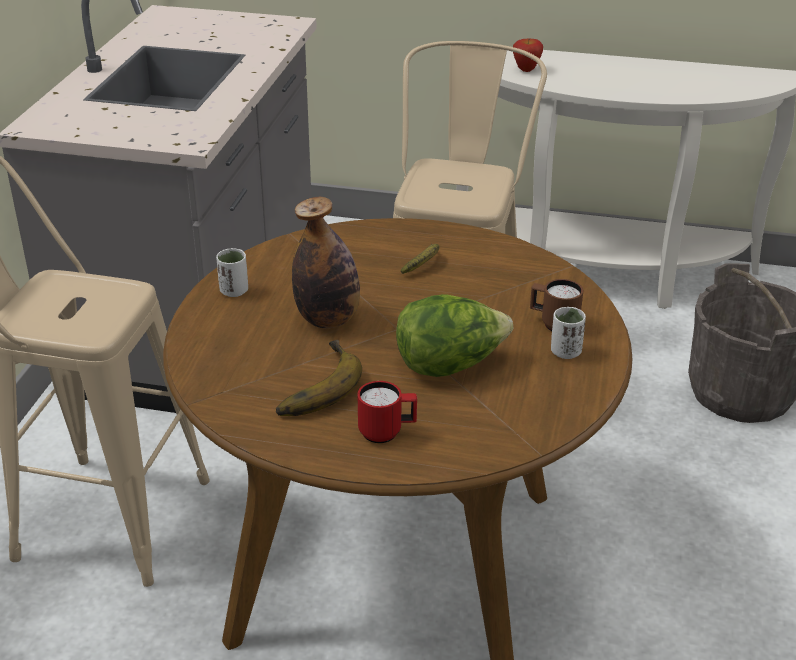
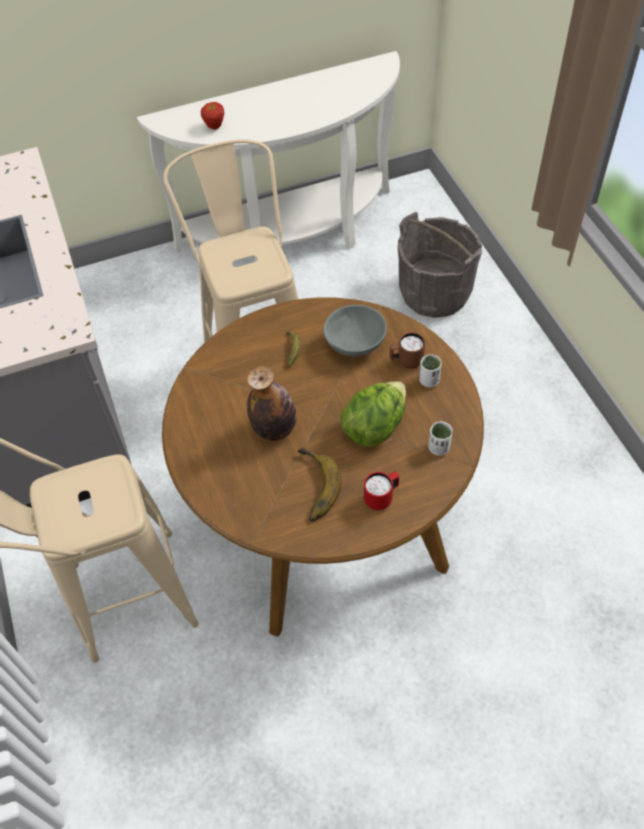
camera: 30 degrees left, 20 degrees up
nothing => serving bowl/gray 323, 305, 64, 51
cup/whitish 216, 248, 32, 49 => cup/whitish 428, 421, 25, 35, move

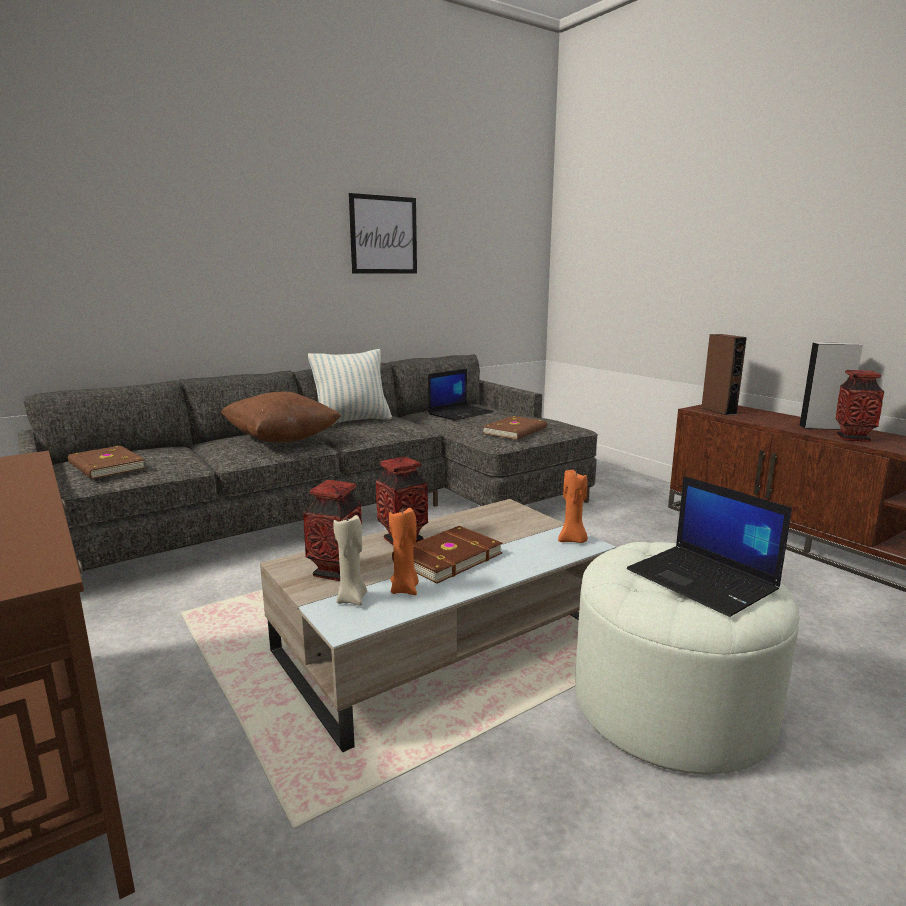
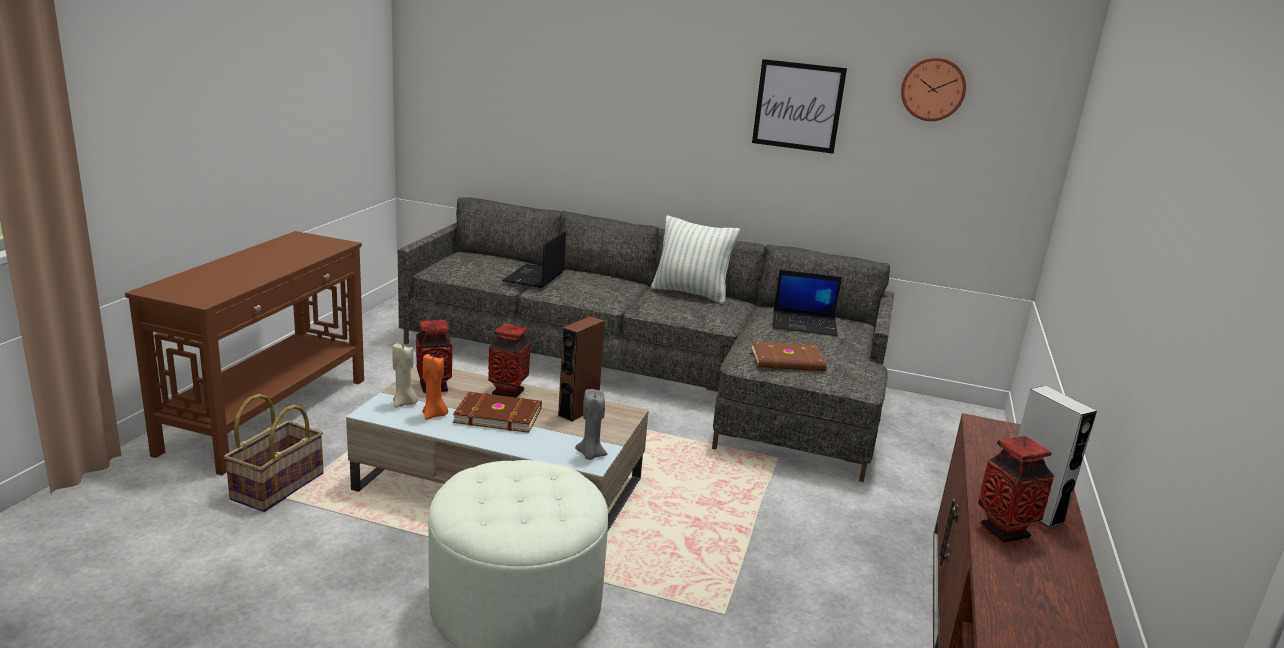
camera: 50 degrees right, 5 degrees up
nothing => storage basket 224, 394, 100, 118
laptop 627, 476, 165, 141 => laptop 502, 231, 64, 57, move
speaker/brownish 701, 334, 46, 81 => speaker/brownish 558, 316, 47, 106, move
wax candle/orange-coloured 558, 468, 30, 75 => wax candle/gray 575, 389, 33, 71
nothing => hanging clock 901, 57, 65, 64
bound book/brownish 68, 445, 78, 34 => nothing
pillow/brownish 221, 391, 120, 52 => nothing

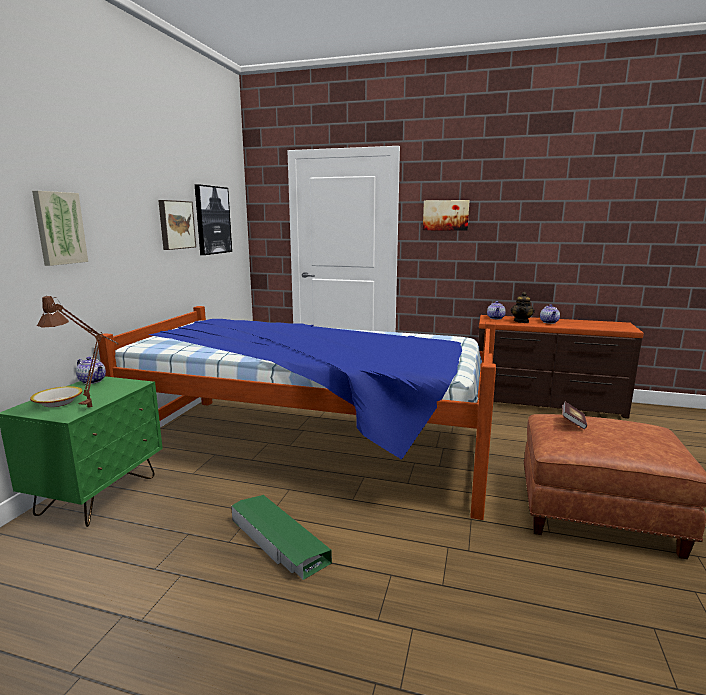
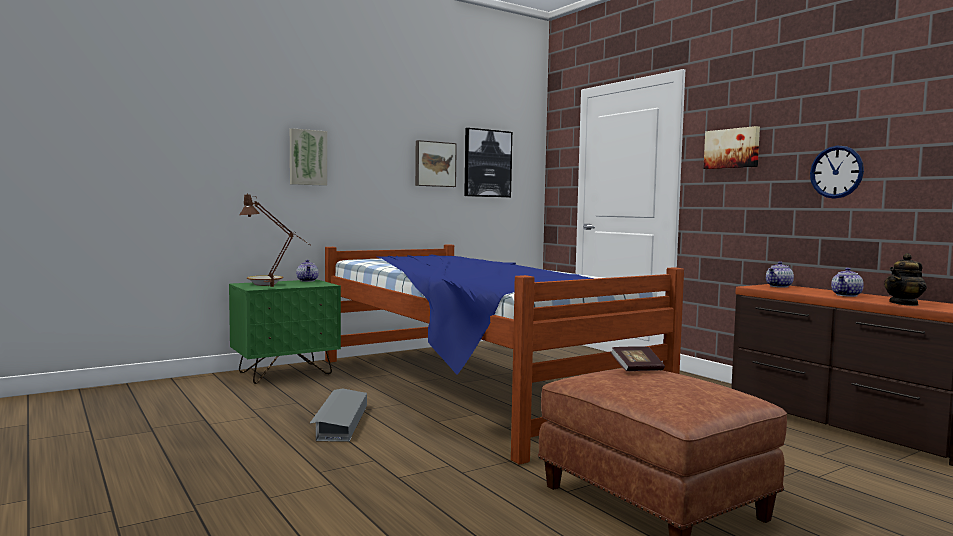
camera: 40 degrees right, 10 degrees down
storage box/greenish 231, 495, 101, 85 => storage box/gray 309, 389, 58, 53
nothing => hanging clock 810, 145, 54, 54
teapot 511, 292, 24, 31 => teapot 884, 253, 43, 53, move

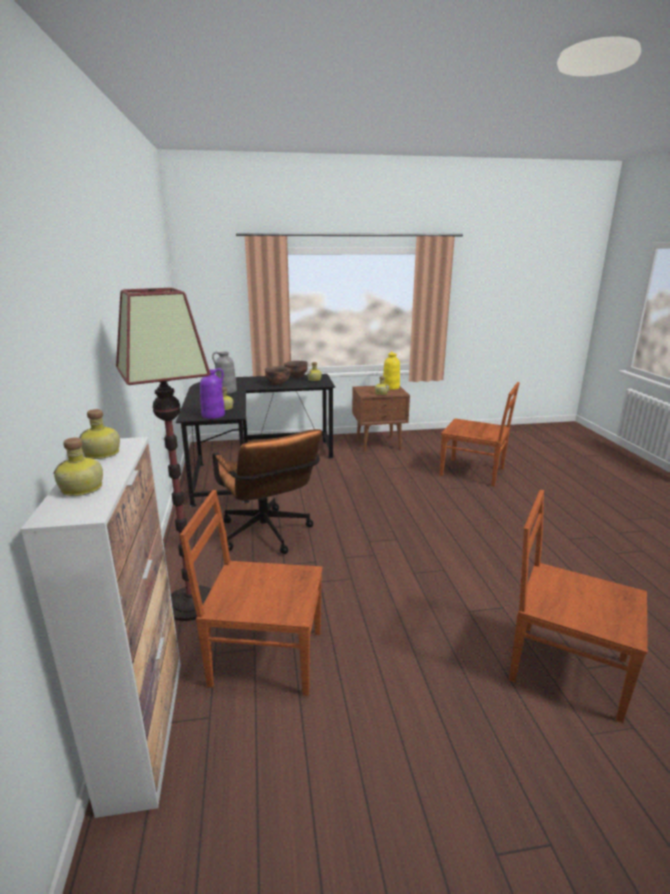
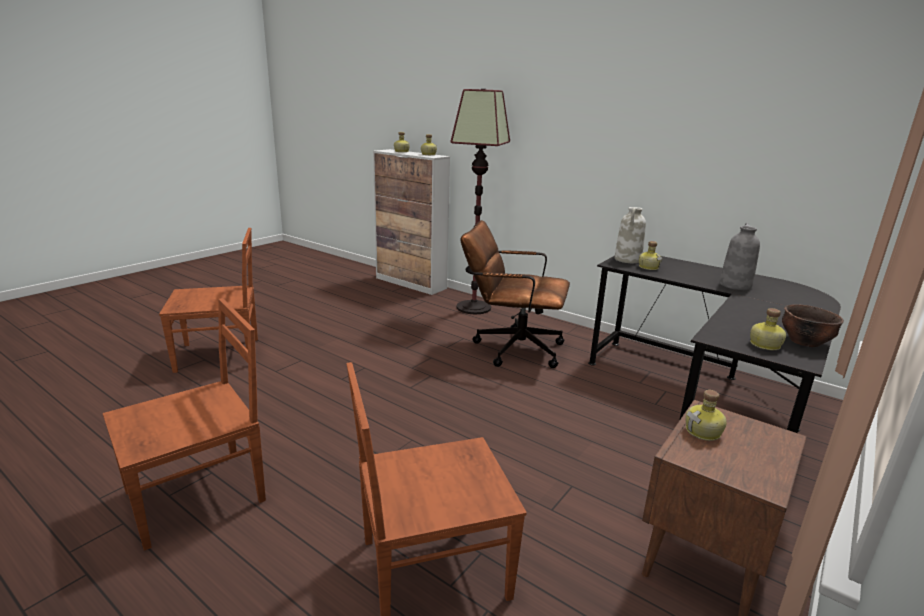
camera: 135 degrees right, 0 degrees up
plain chair/brownish 180, 490, 143, 206 => plain chair/brownish 103, 298, 163, 253, move
decorative vase/purple-coloured 200, 368, 25, 51 => decorative vase/whitish 615, 207, 31, 56
serving bowl/brownish 264, 366, 26, 19 => nothing
decorative vase/yellowish 383, 351, 17, 39 => nothing

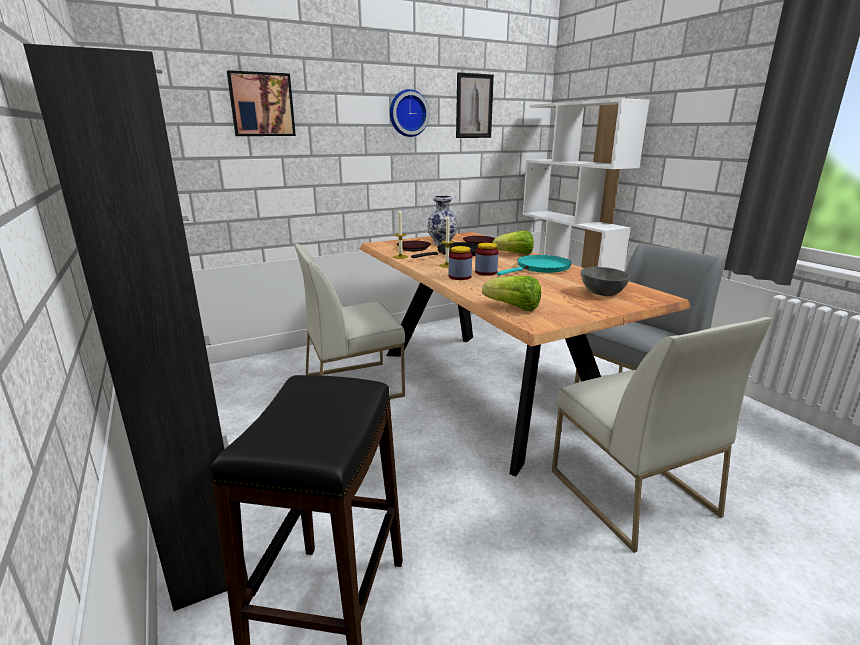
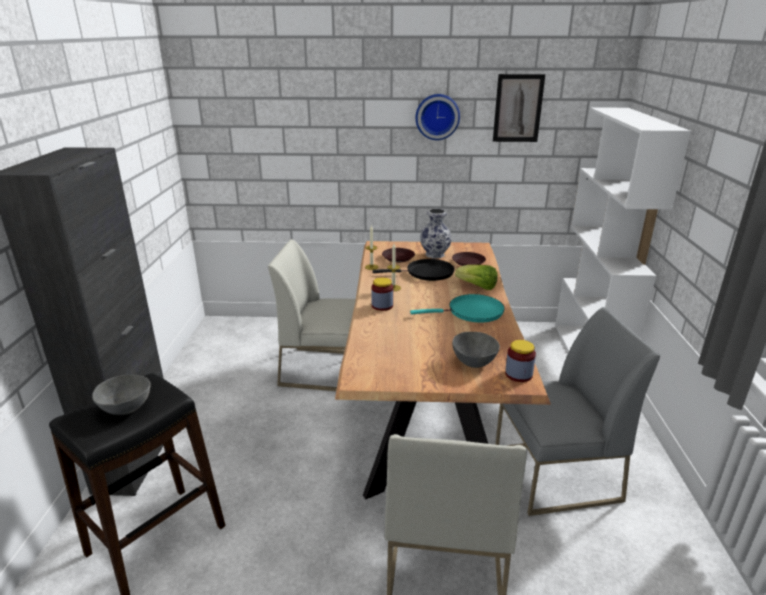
camera: 30 degrees right, 5 degrees up
nothing => serving bowl/gray 92, 375, 59, 40
jar 475, 243, 23, 33 => jar 505, 340, 31, 42, move
wall art 227, 70, 69, 66 => nothing
lettuce head 482, 276, 59, 35 => nothing

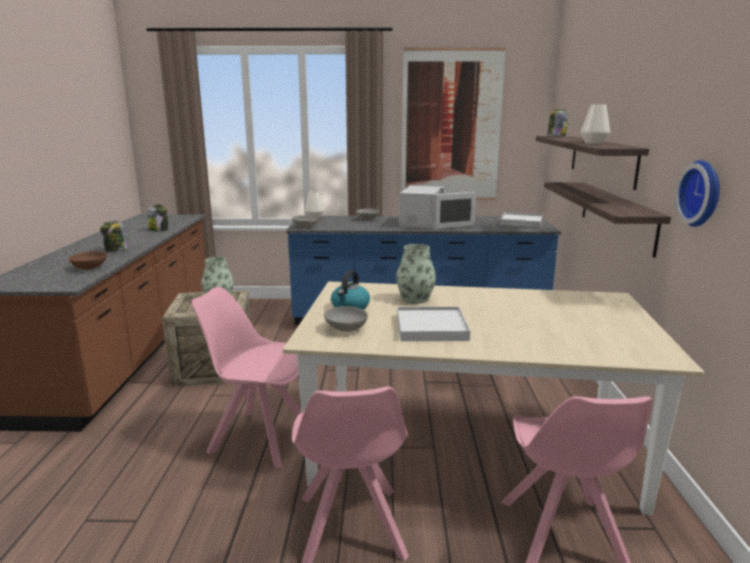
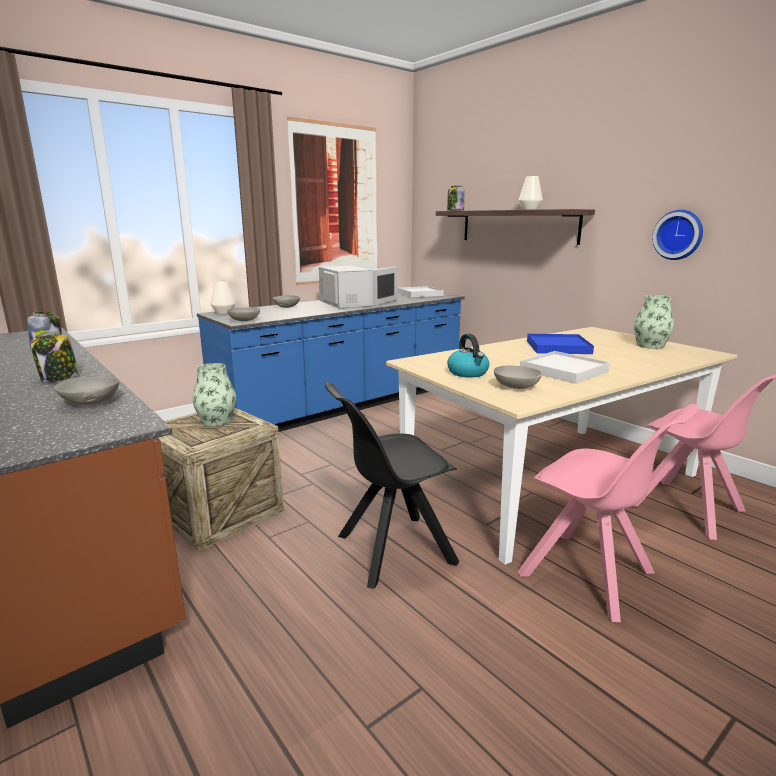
camera: 40 degrees left, 0 degrees up
serving bowl/brownish 68, 251, 39, 19 => serving bowl/gray 54, 375, 65, 30
plain chair/pink-coloured 191, 287, 110, 181 => plain chair/blackish 325, 382, 134, 207
nothing => carrying tray/blue-coloured 527, 334, 67, 20
decorative vase 396, 244, 40, 60 => decorative vase 634, 295, 40, 54, move
wall shelf 544, 182, 127, 76 => nothing

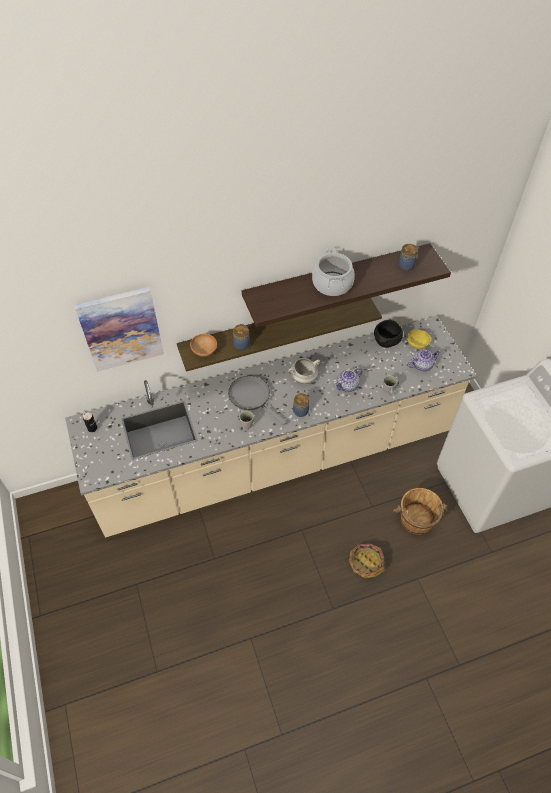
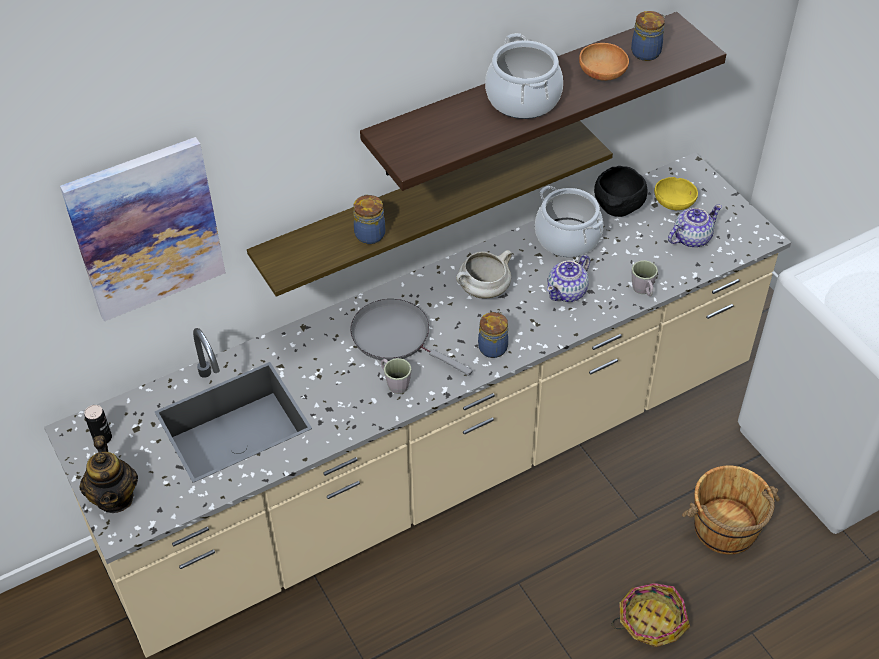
camera: 10 degrees left, 5 degrees down
nothing => teapot 79, 435, 59, 78
nothing => stockpot 535, 186, 68, 71
serving bowl/brownish 190, 334, 27, 23 => serving bowl/brownish 579, 43, 50, 38, move

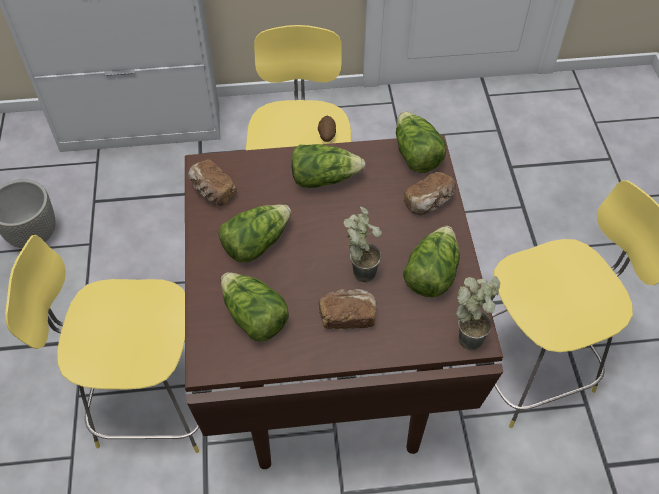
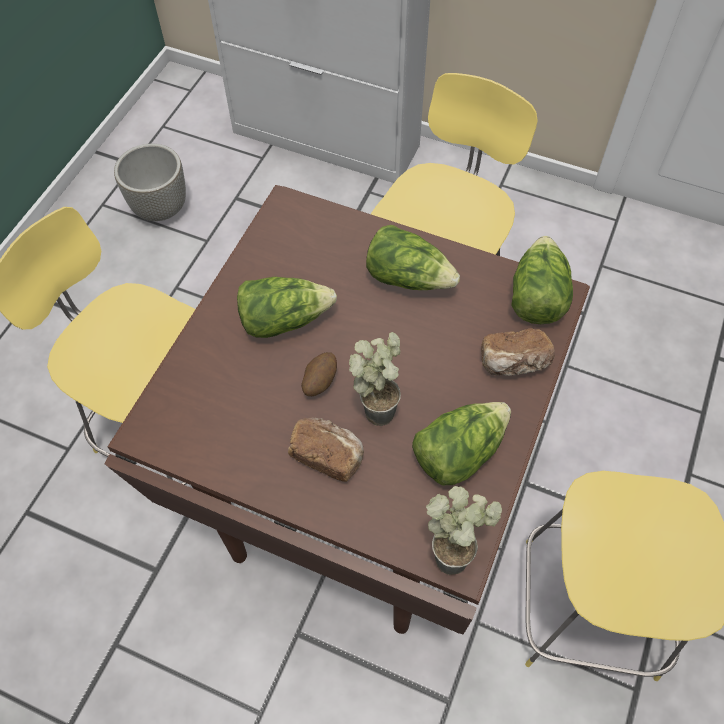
camera: 30 degrees right, 5 degrees up
spud 318, 116, 18, 26 => spud 301, 352, 36, 44, move
bread 188, 159, 49, 47 => nothing
lettuce head 221, 272, 68, 70 => nothing

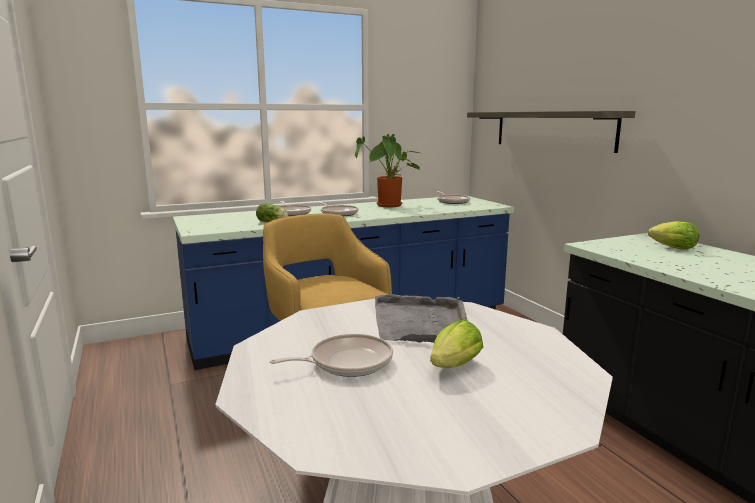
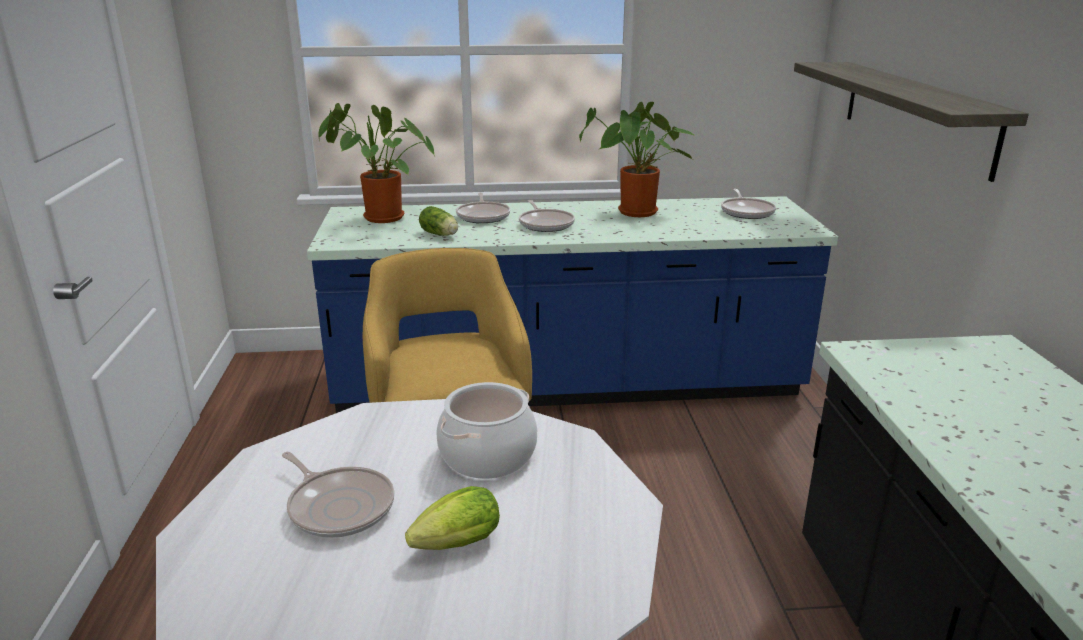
camera: 20 degrees right, 10 degrees up
skillet 270, 334, 123, 43 => skillet 282, 452, 112, 86, 45 degrees clockwise
nothing => houseplant 318, 103, 117, 120
carrying tray/gray 375, 294, 93, 49 => stockpot 436, 382, 101, 97
lettuce head 648, 221, 51, 29 => nothing

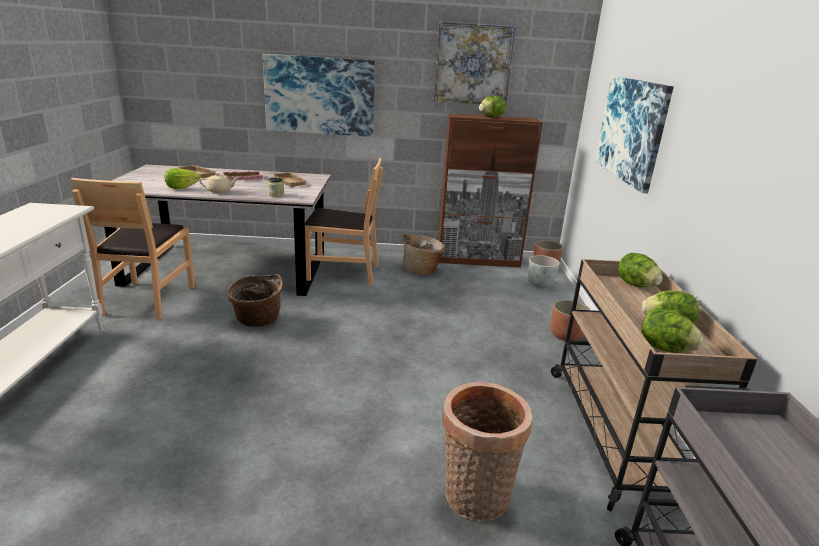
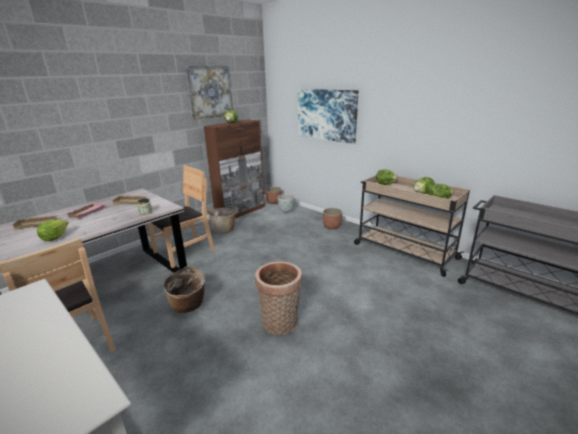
camera: 45 degrees left, 0 degrees up
storage basket 443, 382, 89, 140 => storage basket 255, 261, 47, 74, move
teapot/sand-coloured 199, 173, 40, 20 => nothing
wall art 262, 54, 113, 83 => nothing

